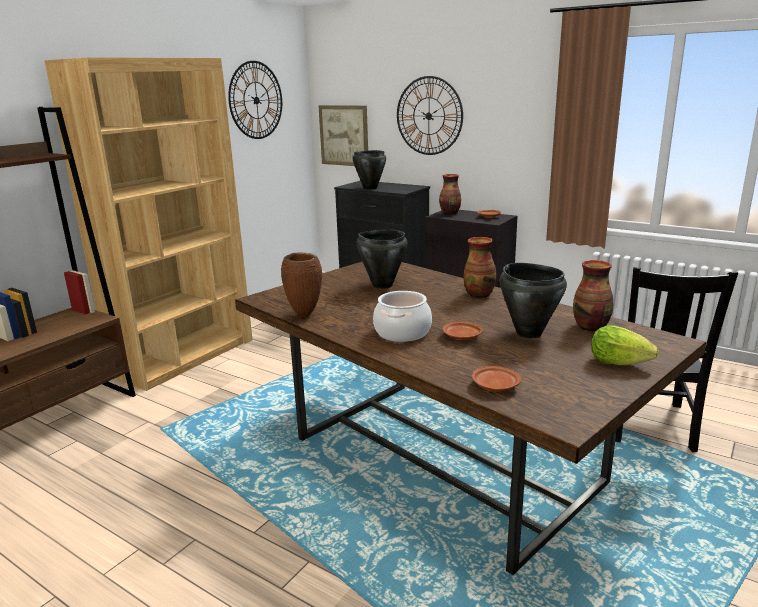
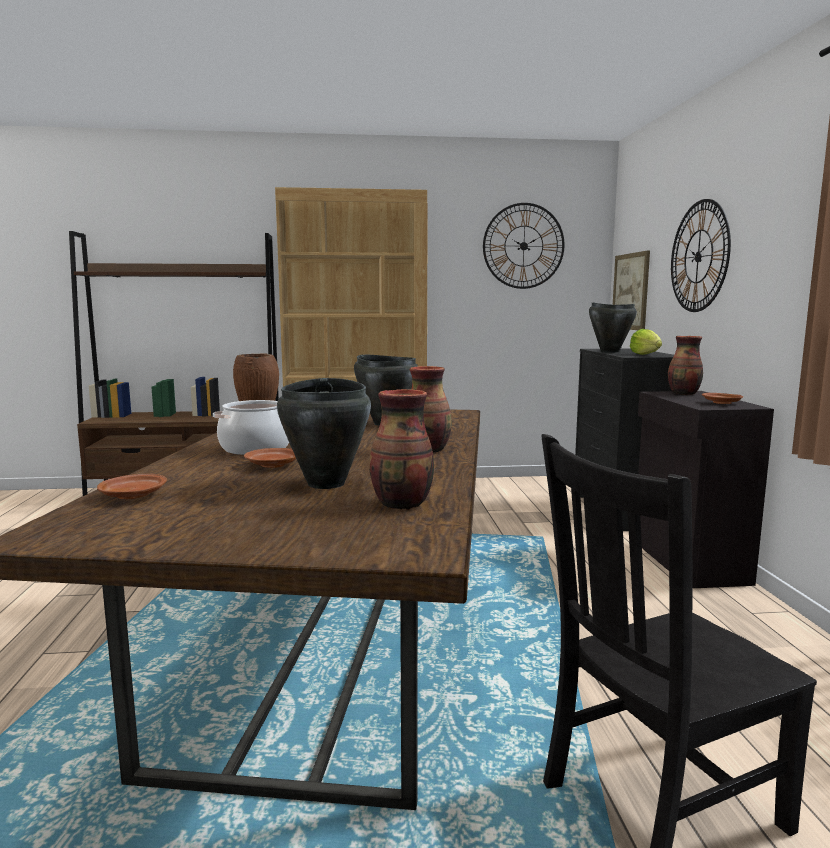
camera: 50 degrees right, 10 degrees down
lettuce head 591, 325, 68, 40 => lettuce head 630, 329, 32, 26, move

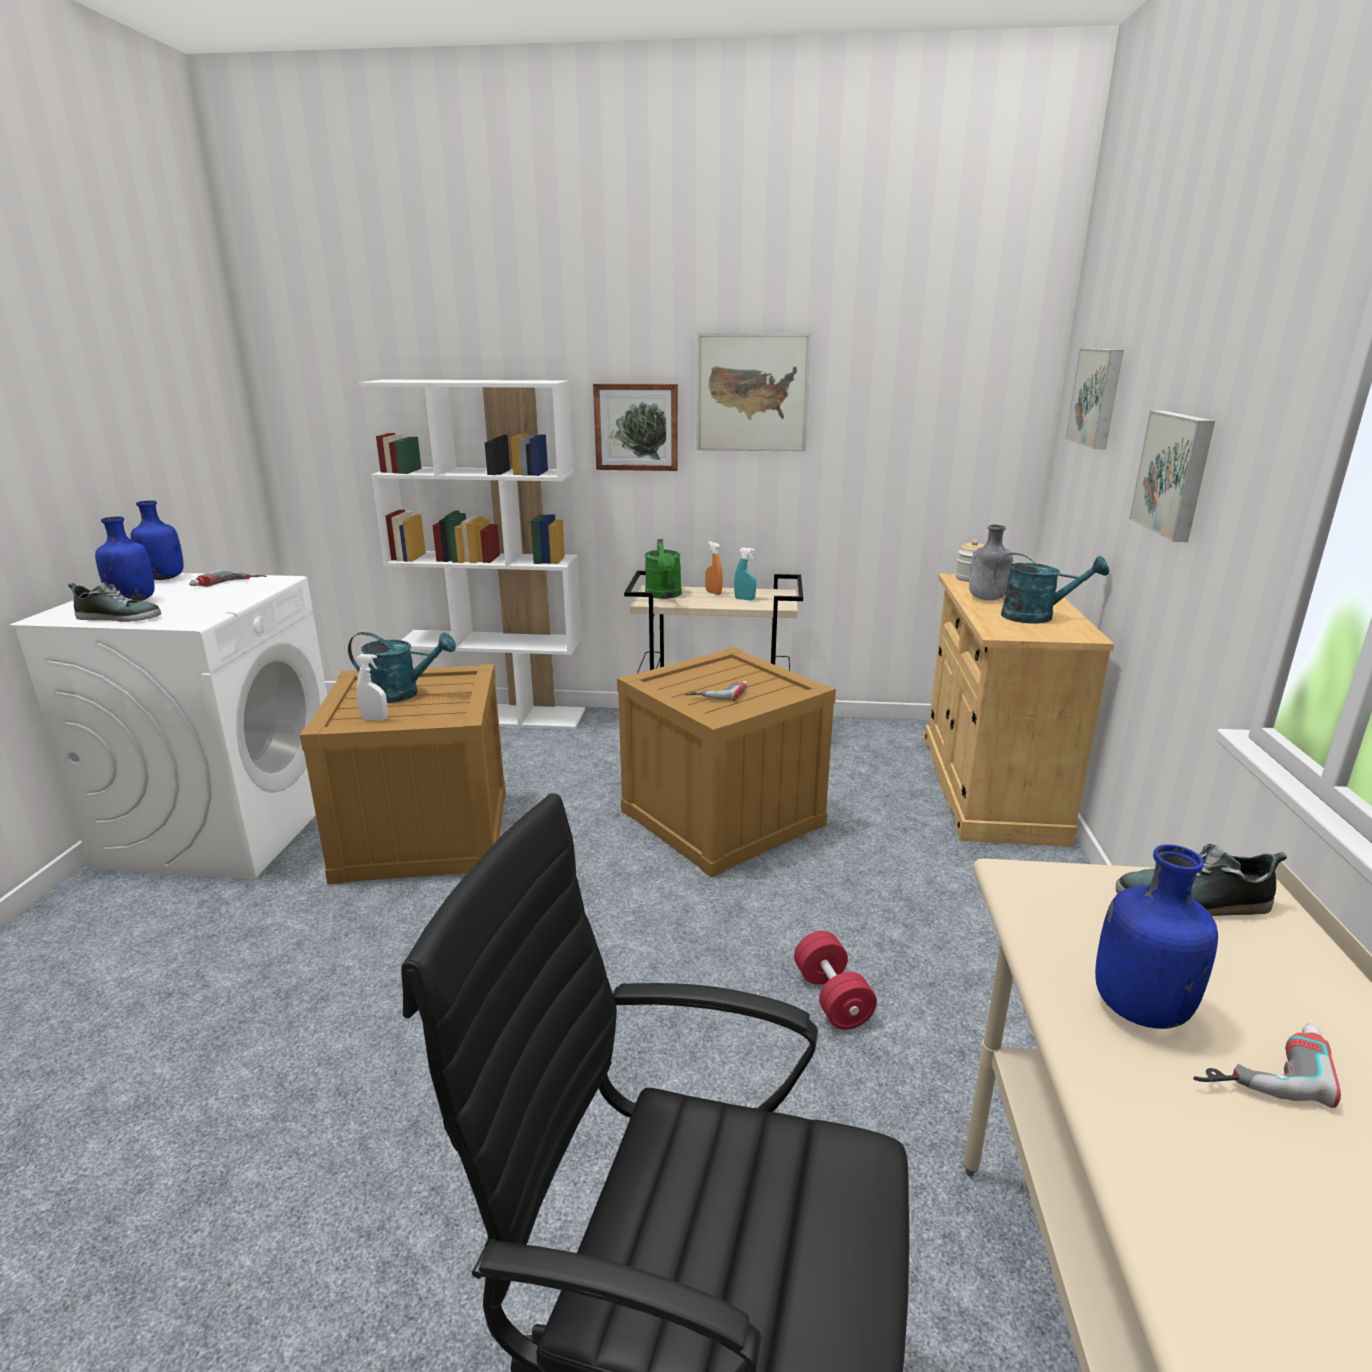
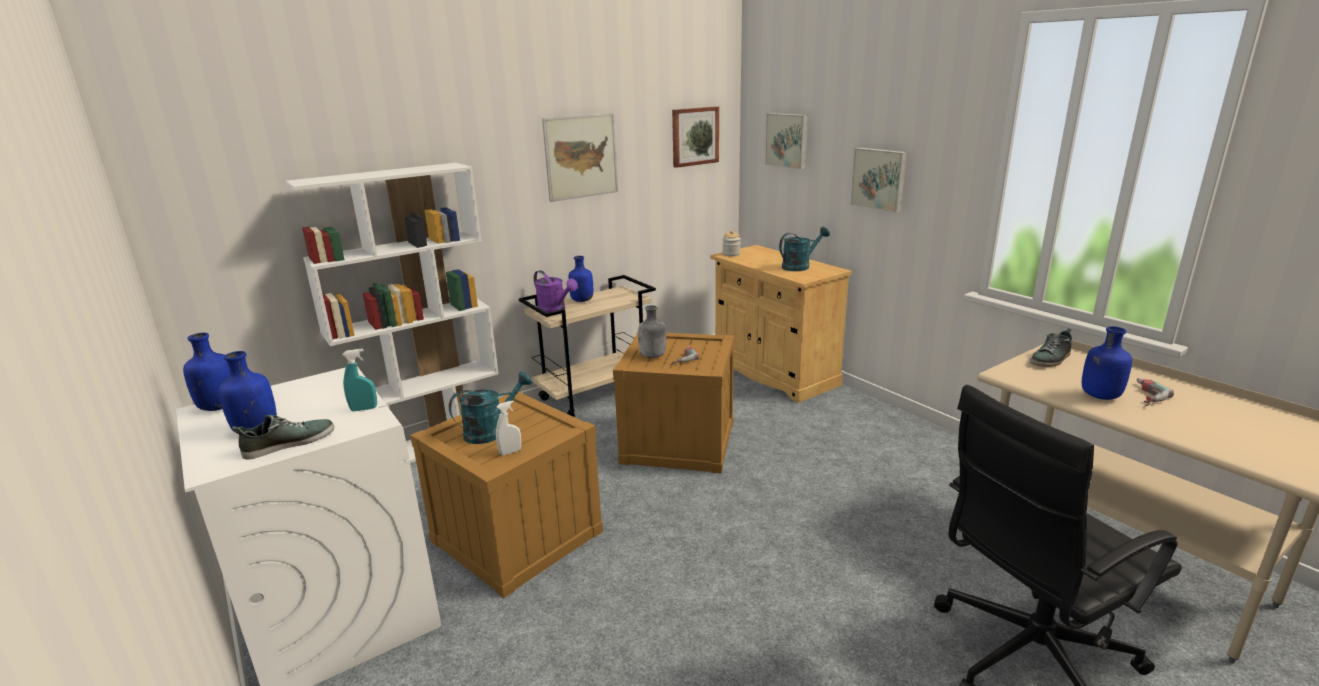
camera: 40 degrees left, 0 degrees up
sprayer/turquoise 734, 548, 22, 52 => sprayer/turquoise 342, 349, 35, 62, move
watering pot/greenish 645, 539, 37, 60 => watering pot/purple-coloured 534, 270, 44, 43
sprayer/orange-coloured 705, 542, 18, 53 => drink bottle/blue-coloured 568, 256, 25, 46
drink bottle/gray 969, 525, 44, 76 => drink bottle/gray 638, 305, 28, 53, move
wall art 593, 384, 85, 87 => wall art 672, 106, 47, 62, move
drill 189, 570, 78, 17 => nothing
dumbbell/reddish 794, 931, 83, 99 => nothing

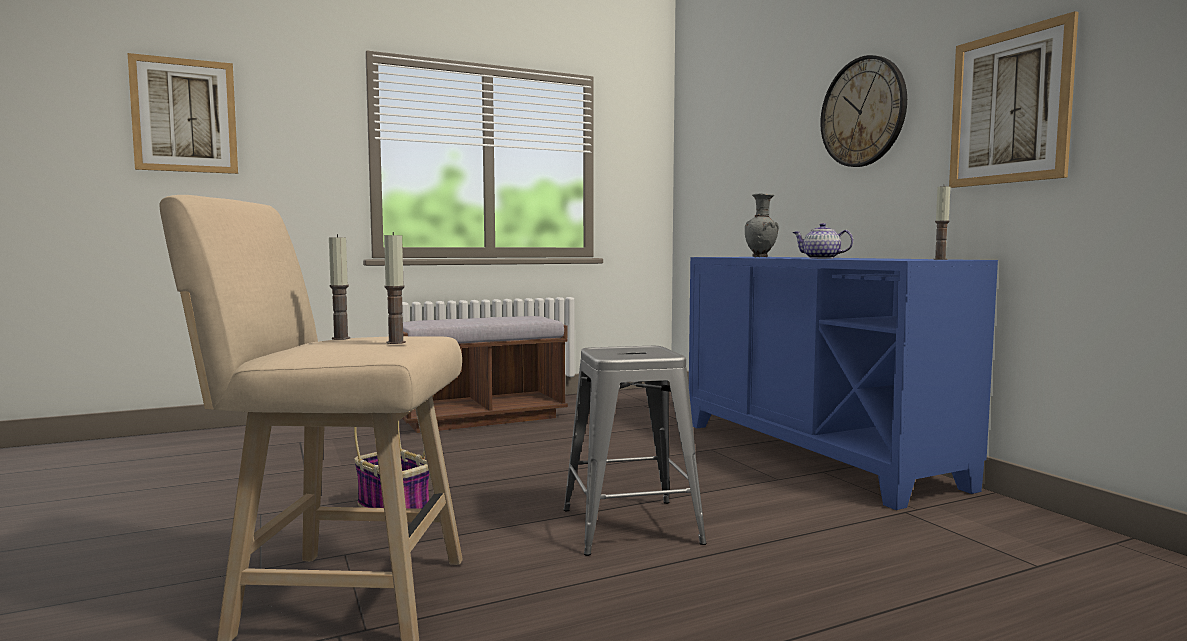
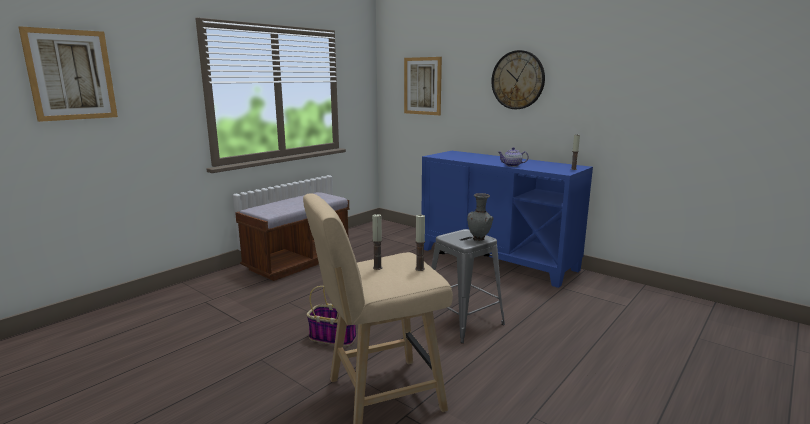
camera: 25 degrees left, 10 degrees up
wall art 949, 11, 130, 177 => wall art 404, 57, 38, 58, move
decorative vase/gray 745, 194, 34, 64 => decorative vase/gray 467, 193, 26, 48, move

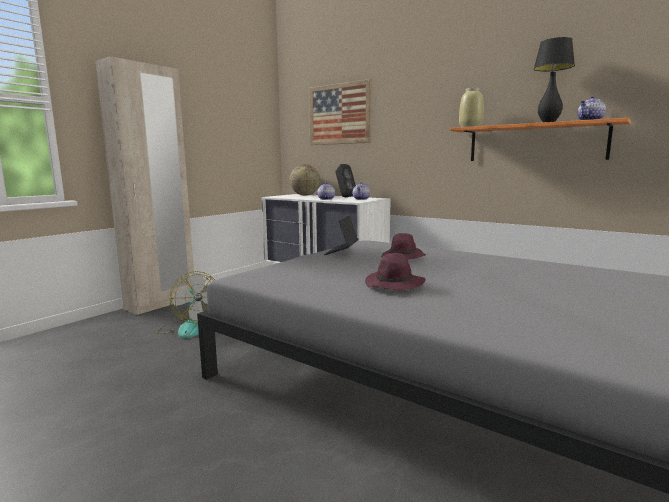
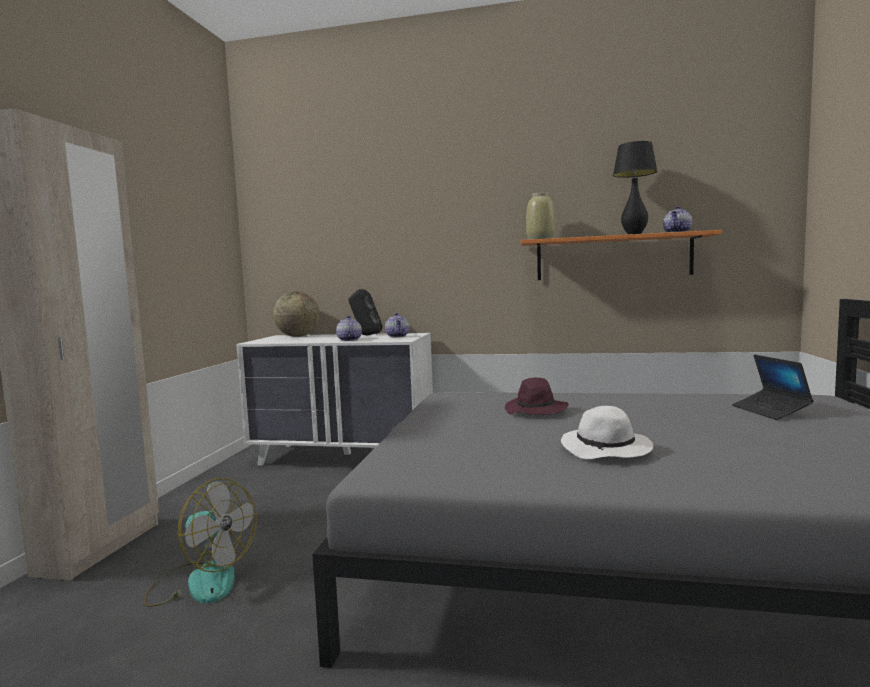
camera: 25 degrees left, 5 degrees down
clothing hat/purple-coloured 365, 253, 61, 37 => clothing hat/whitish 561, 406, 92, 53
laptop 324, 216, 34, 39 => laptop 732, 354, 82, 66, move
wall art 309, 79, 62, 66 => nothing

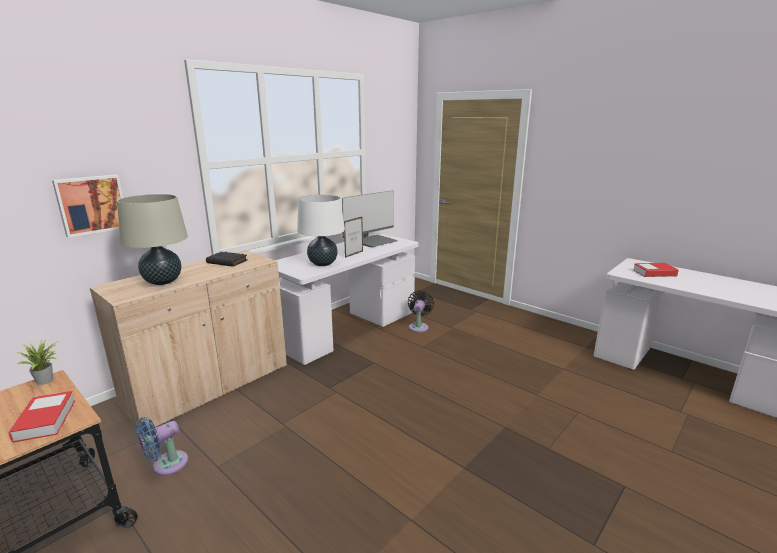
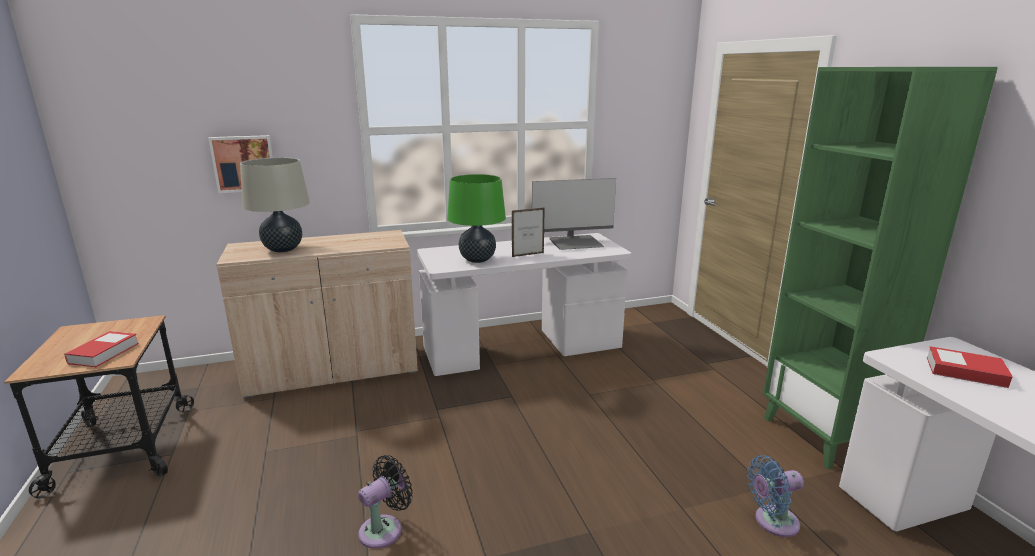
camera: 30 degrees right, 0 degrees up
electric fan/blackish 408, 291, 26, 41 => electric fan/blackish 358, 455, 55, 94, move
tabletop lamp/whitish 297, 195, 48, 71 => tabletop lamp/greenish 447, 174, 59, 89
electric fan/blue-coloured 135, 417, 53, 59 => electric fan/blue-coloured 747, 455, 57, 82, move
nothing => bookcase/greenish 763, 67, 235, 402
houseplant 17, 340, 41, 45 => nothing
bound book/blackish 206, 252, 42, 15 => nothing

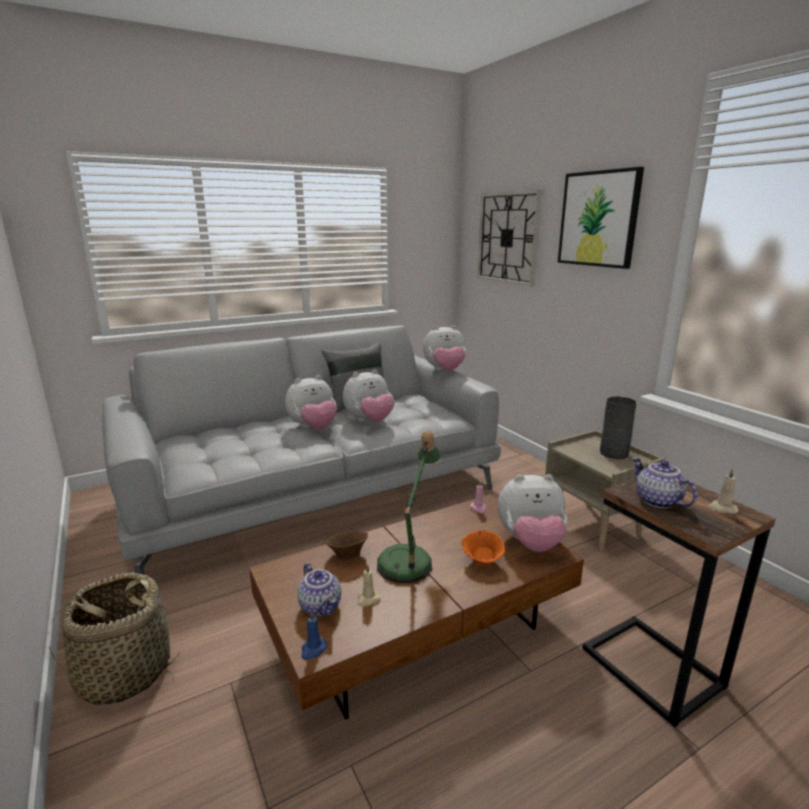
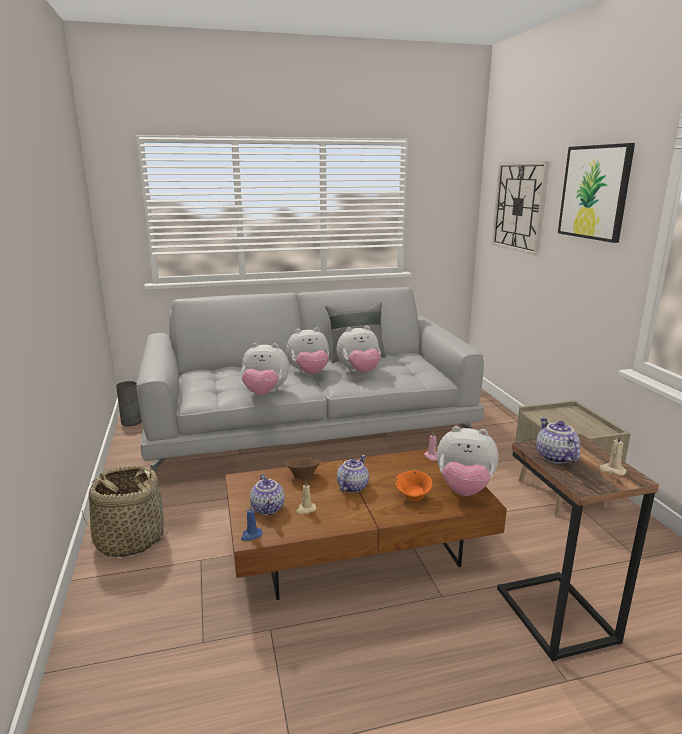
camera: 15 degrees right, 0 degrees up
decorative vase/gray 600, 396, 36, 63 => decorative vase/gray 116, 381, 26, 45, move
cuddly toy 423, 325, 43, 46 => cuddly toy 241, 343, 48, 52, move
tabletop lamp 377, 431, 64, 152 => teapot 337, 455, 32, 38

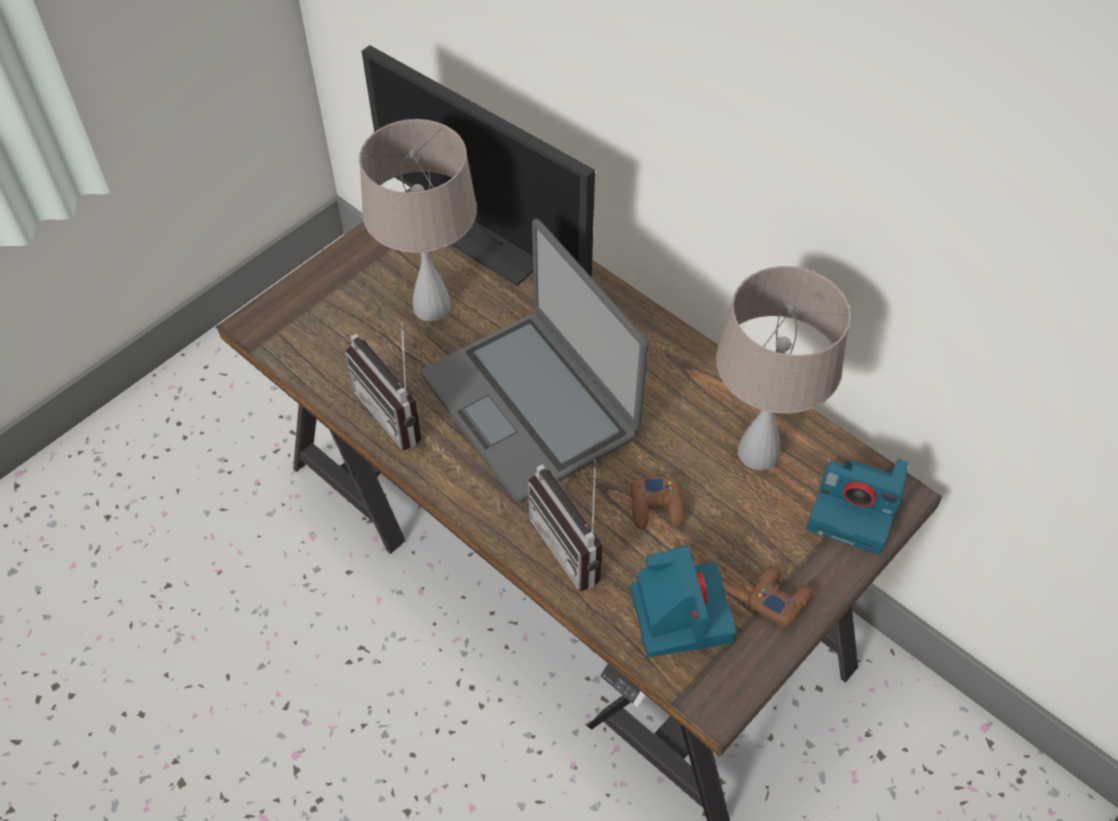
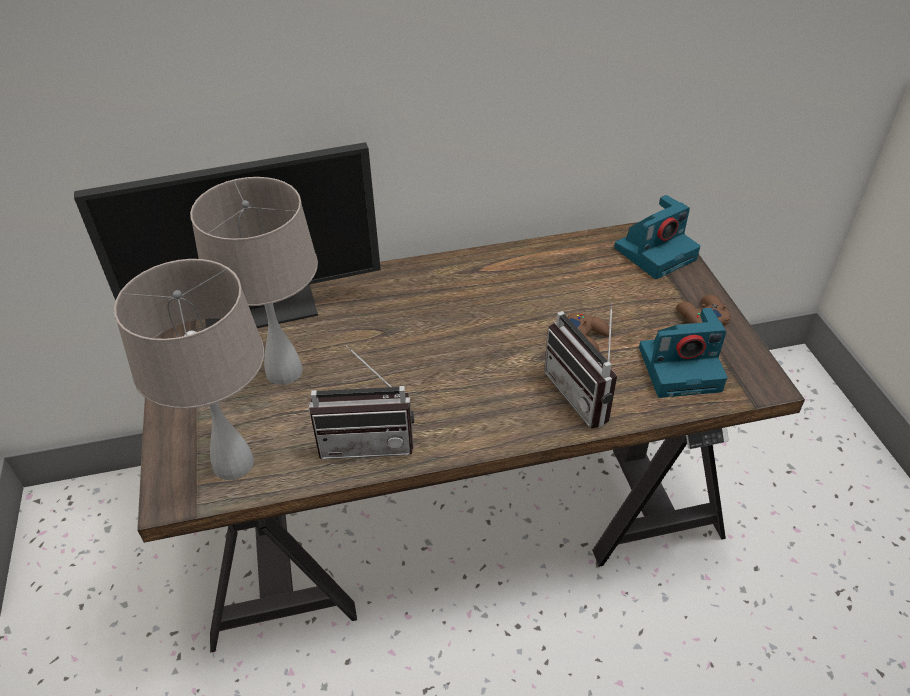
camera: 55 degrees left, 10 degrees down
tabletop lamp/sand-coloured 716, 266, 135, 204 => tabletop lamp/sand-coloured 114, 259, 150, 221, move
radio set 528, 460, 75, 131 => radio set 544, 302, 73, 126, 60 degrees clockwise
still camera 631, 546, 105, 111 => still camera 639, 308, 88, 90, 150 degrees clockwise
laptop 421, 219, 227, 284 => nothing

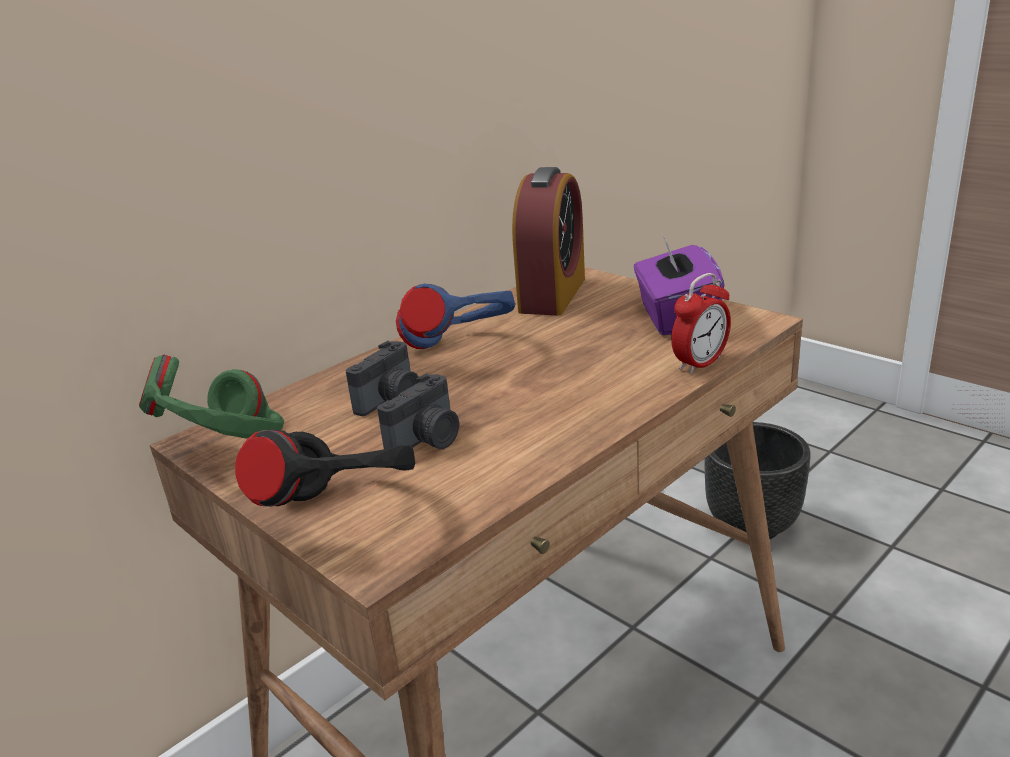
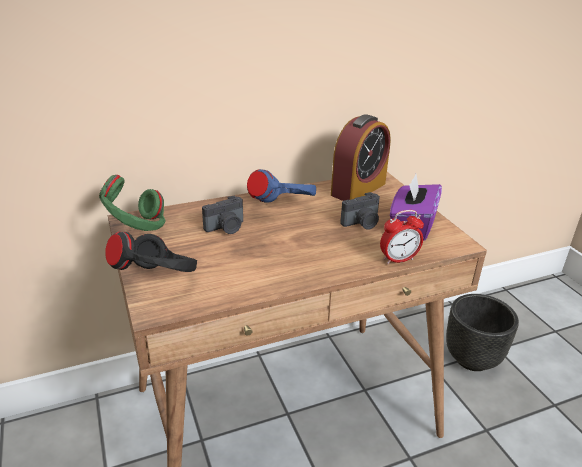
camera: 20 degrees right, 5 degrees up
still camera 377, 373, 82, 76 => still camera 340, 192, 40, 38, move

